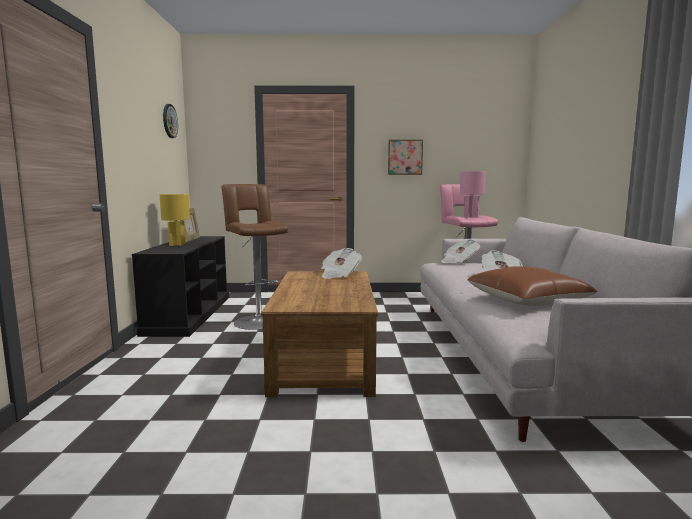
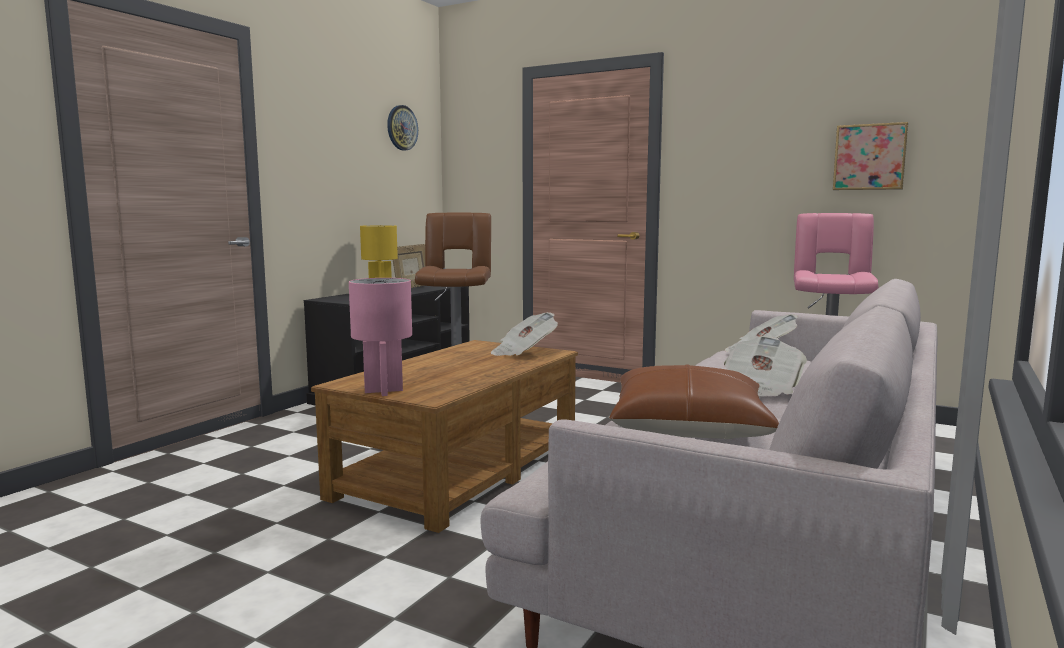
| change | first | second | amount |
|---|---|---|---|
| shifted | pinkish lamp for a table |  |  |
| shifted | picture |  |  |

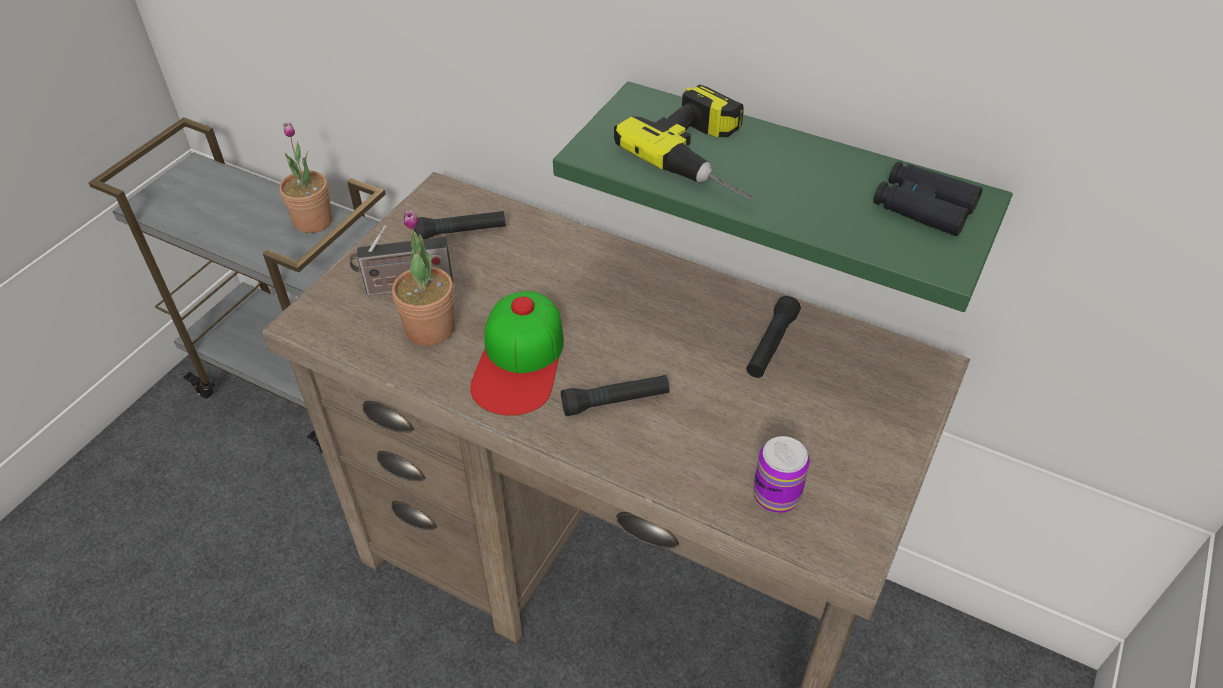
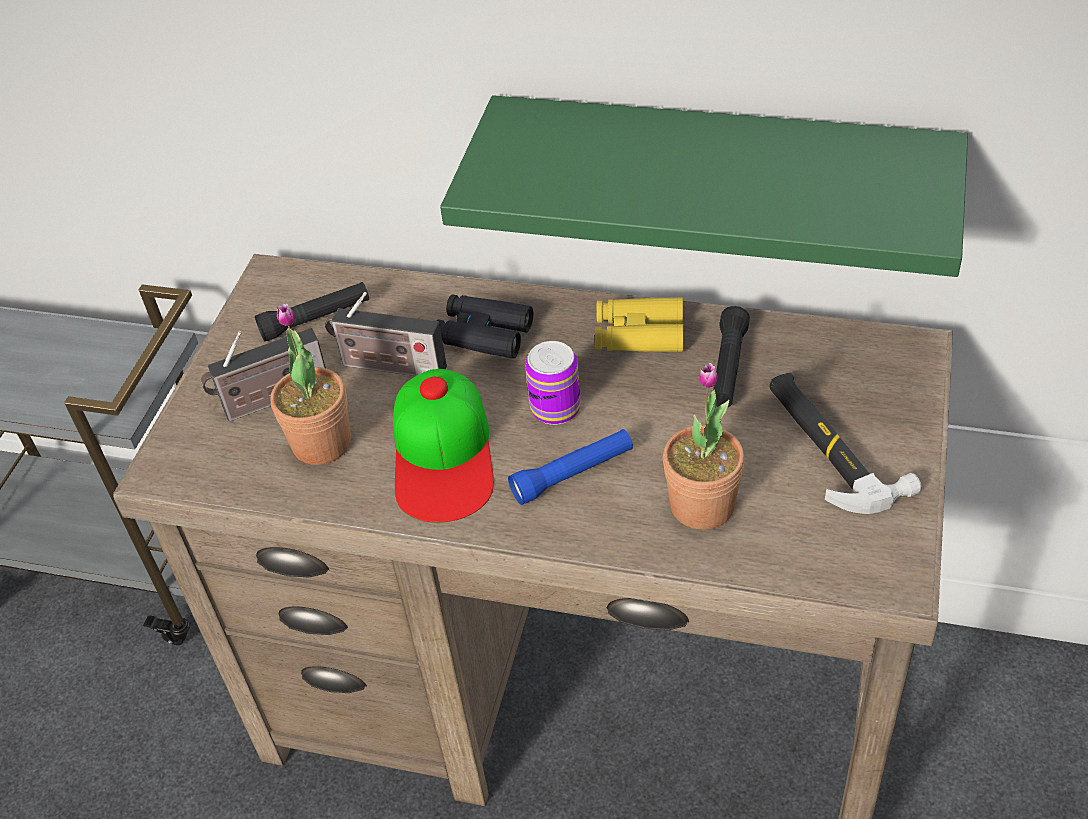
| change | first | second | amount |
|---|---|---|---|
| new |  | radio (no. 2 from left) |  |
| shifted | blackish pair of binoculars |  |  |
| repainted | blackish flashlight (no. 2 from left) | blue-coloured flashlight |  |
| shifted | sealed can |  |  |
| new |  | yellowish pair of binoculars |  |
| shifted | potted plant (no. 1 from left in the first image) | potted plant (no. 2 from left) |  |
| new |  | hand hammer |  |
| gone | drill |  |  |

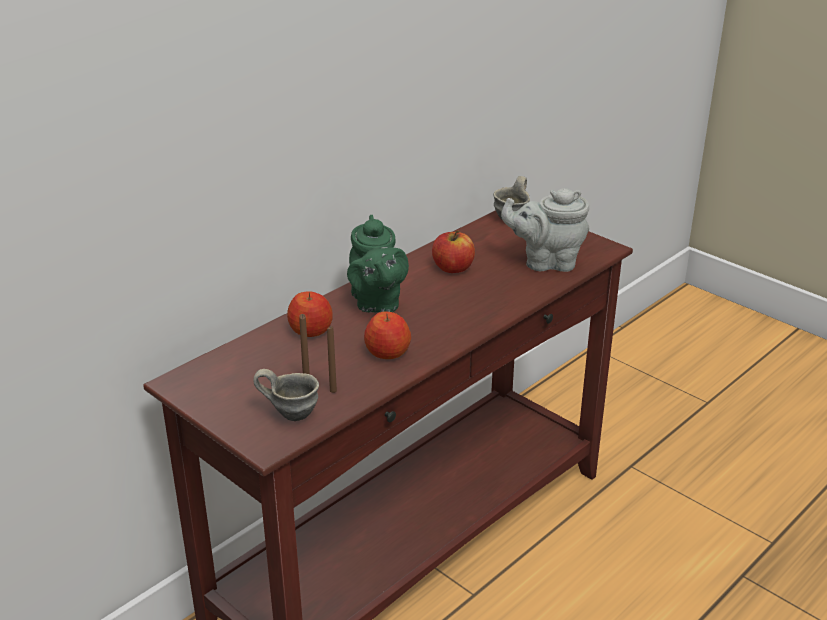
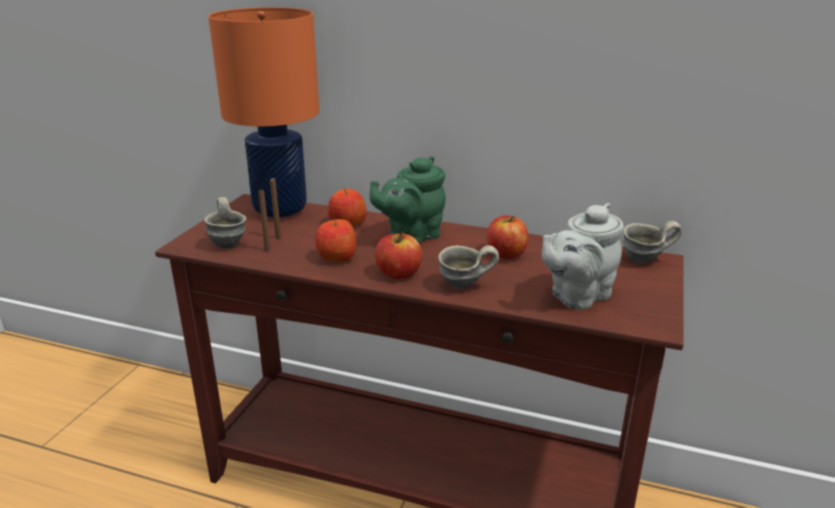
| change | first | second | amount |
|---|---|---|---|
| new |  | orange lamp for a table |  |
| new |  | apple fruit (no. 3 from left) |  |
| new |  | greyish coffee mug (no. 2 from left) |  |
| rotated | greyish pot for tea |  | 105 degrees counterclockwise |

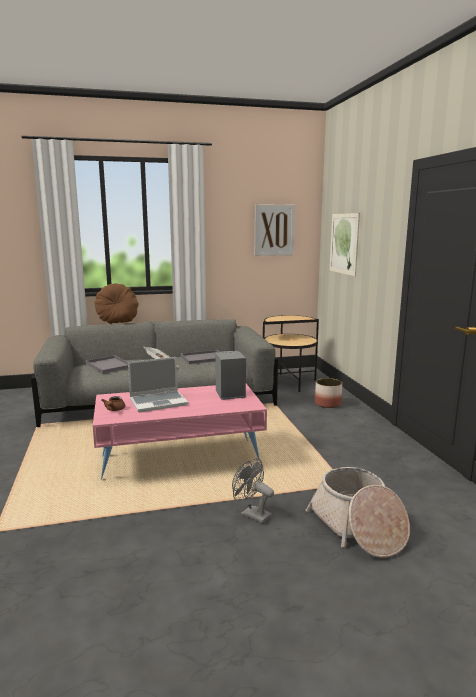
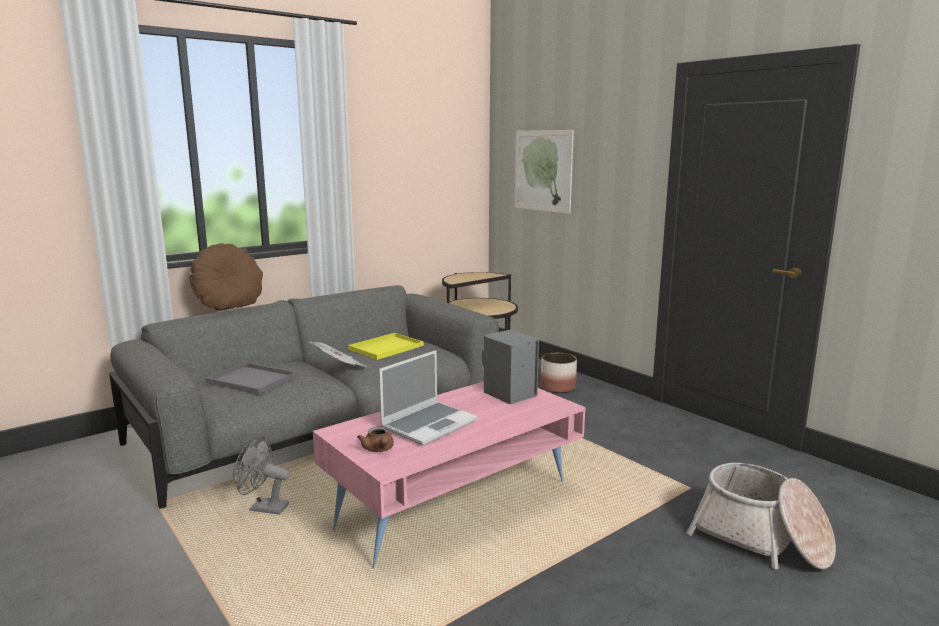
| change | first | second | amount |
|---|---|---|---|
| shifted | greyish cooling fan |  |  |
| repainted | greyish carrying tray (no. 2 from left) | yellowish carrying tray |  |
| gone | picture (no. 1 from left) |  |  |

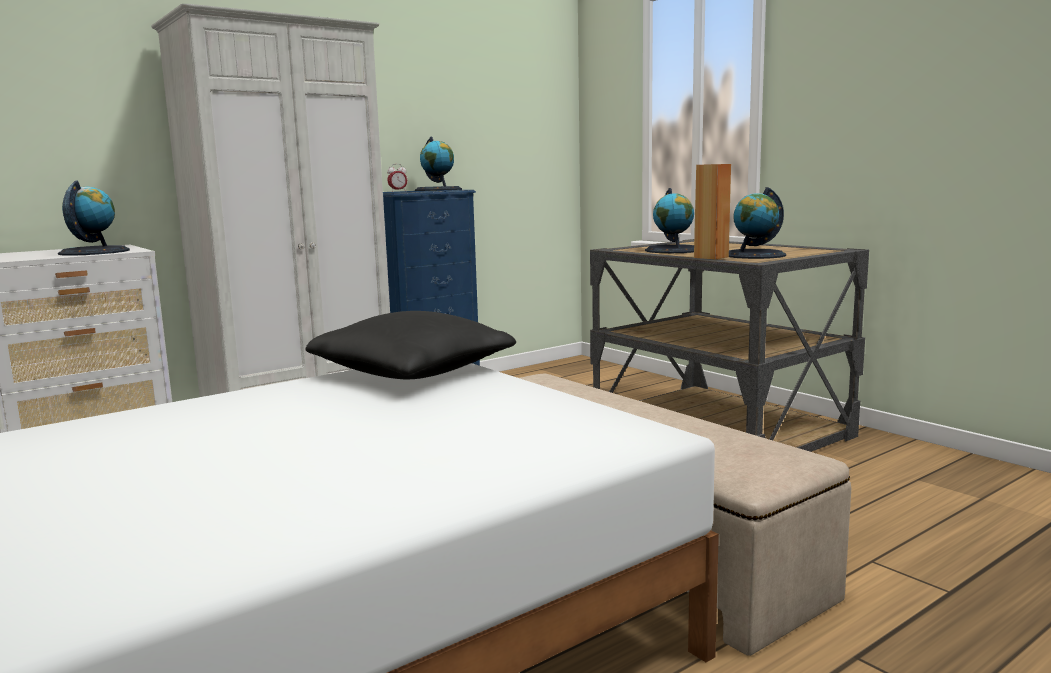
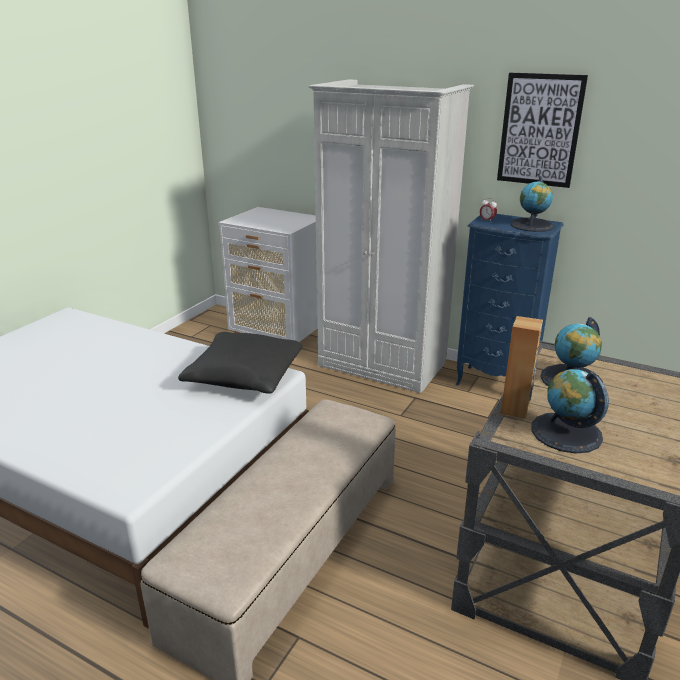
| change | first | second | amount |
|---|---|---|---|
| new |  | picture |  |
| gone | globe (no. 1 from left) |  |  |

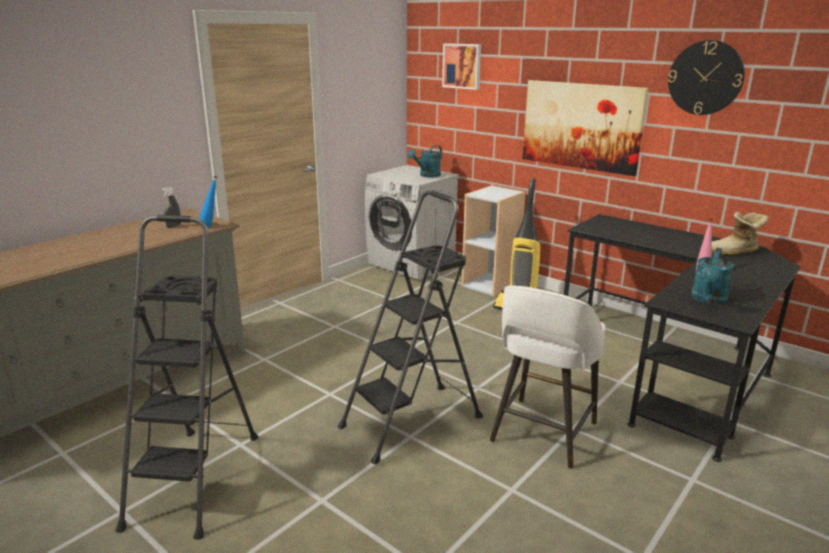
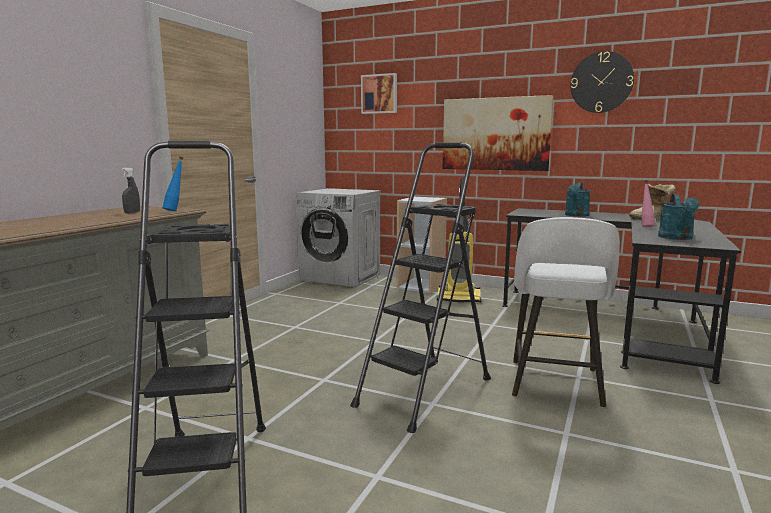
| change | first | second | amount |
|---|---|---|---|
| shifted | turquoise watering pot (no. 1 from left) |  |  |

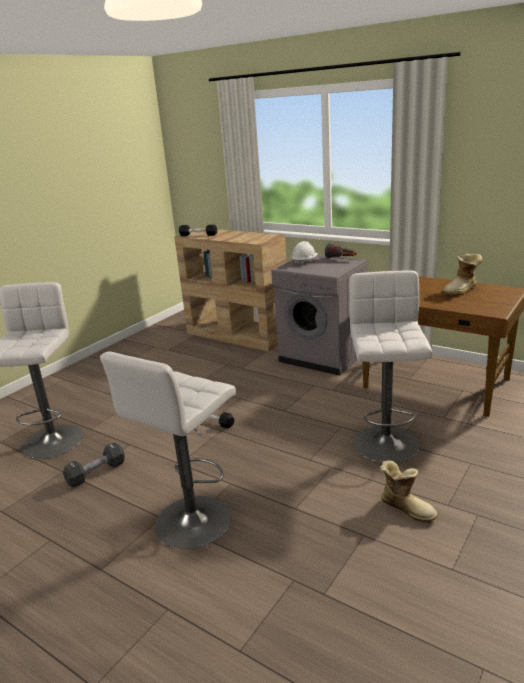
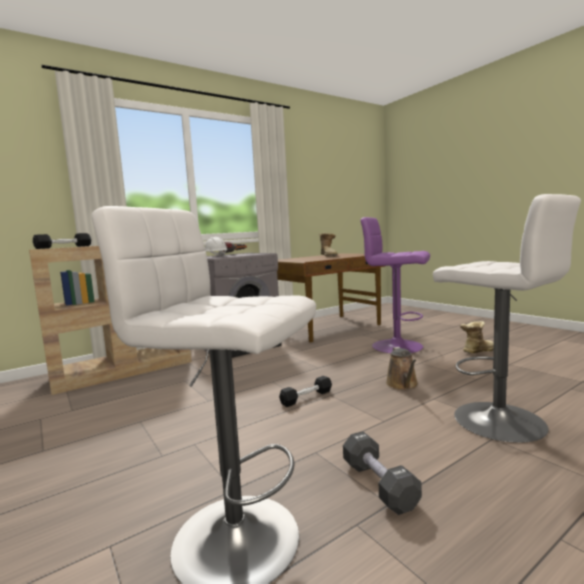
| change | first | second | amount |
|---|---|---|---|
| repainted | white sitting stool (no. 3 from left) | purple sitting stool |  |
| new |  | brownish watering pot |  |

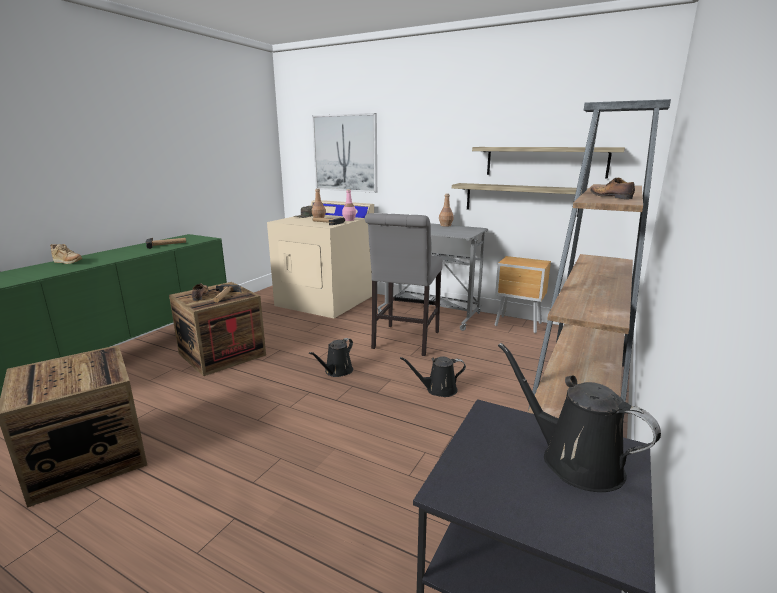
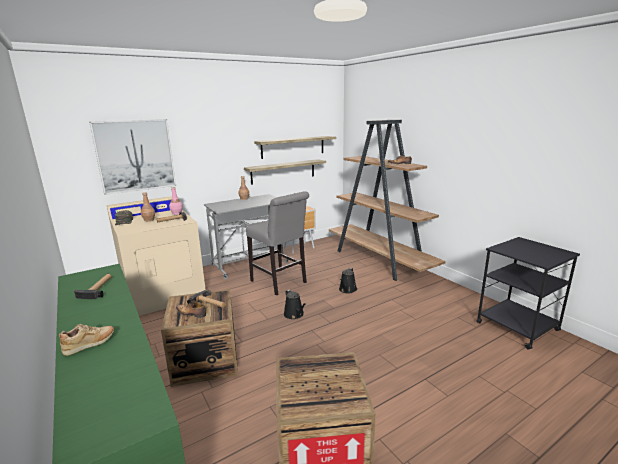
| change | first | second | amount |
|---|---|---|---|
| gone | blackish watering pot (no. 3 from left) |  |  |

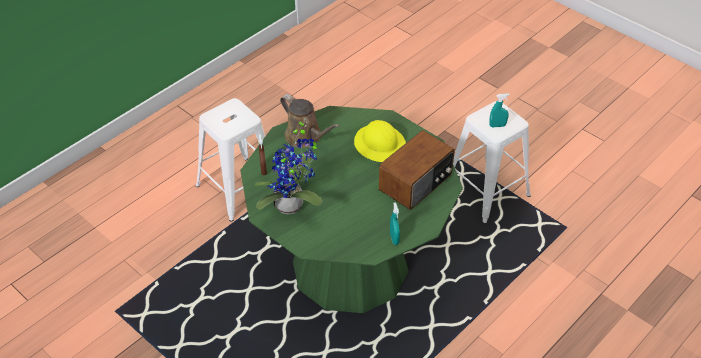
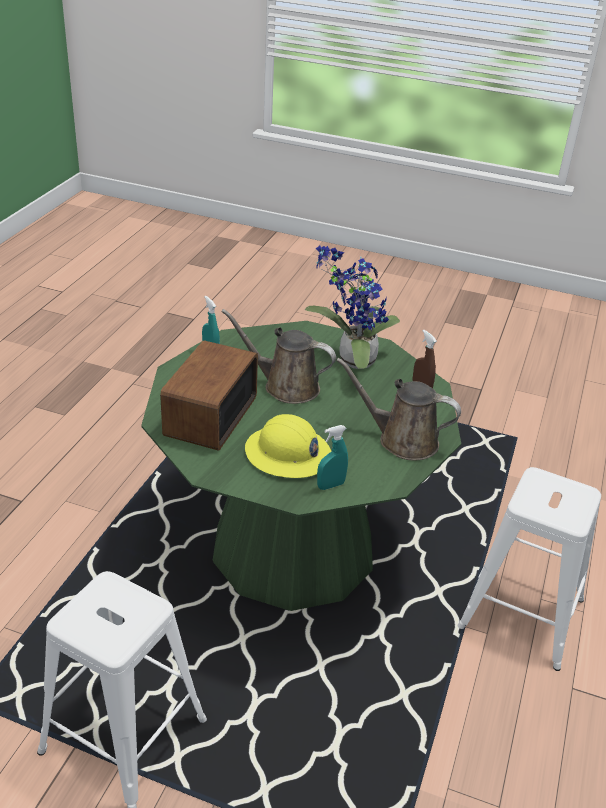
| change | first | second | amount |
|---|---|---|---|
| new |  | brownish watering pot (no. 1 from left) |  |
| shifted | turquoise hand sprayer (no. 2 from left) |  |  |

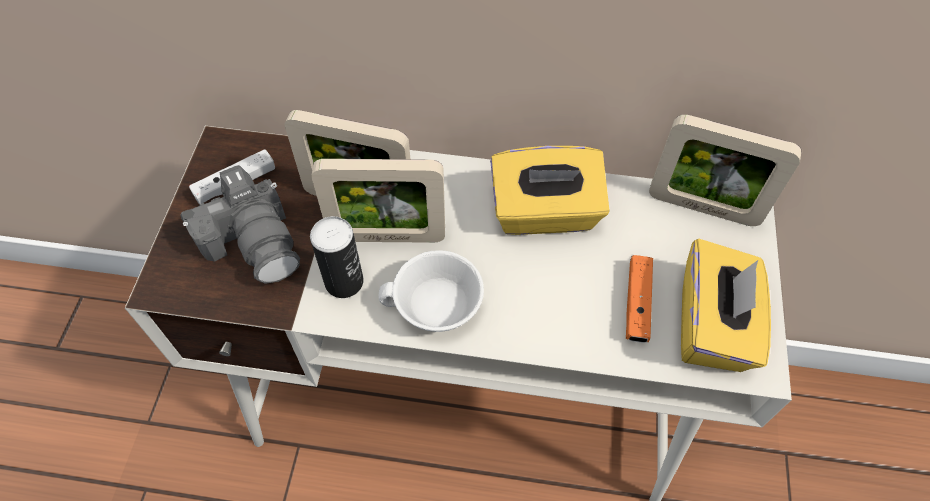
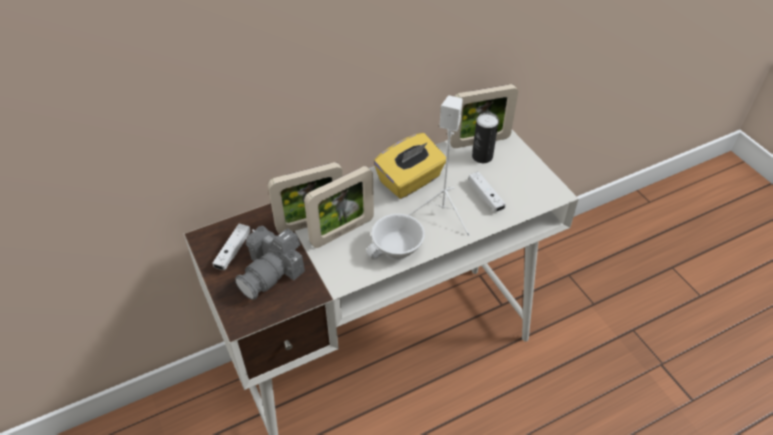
| change | first | second | amount |
|---|---|---|---|
| rotated | photo camera |  | 105 degrees clockwise |
| new |  | white audio speaker |  |
| repainted | orange gamepad | white gamepad (no. 2 from left) |  |
| shifted | sealed can |  |  |
| gone | yellowish tissue holder (no. 2 from left) |  |  |

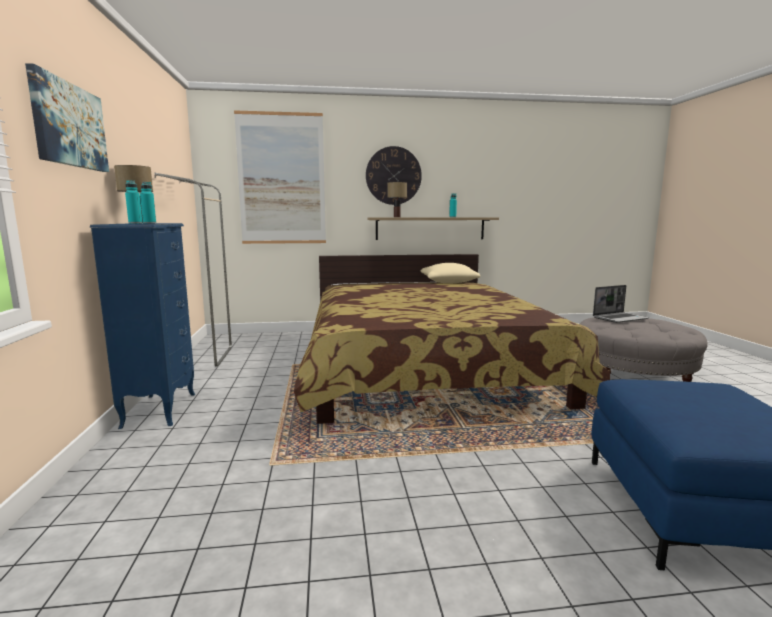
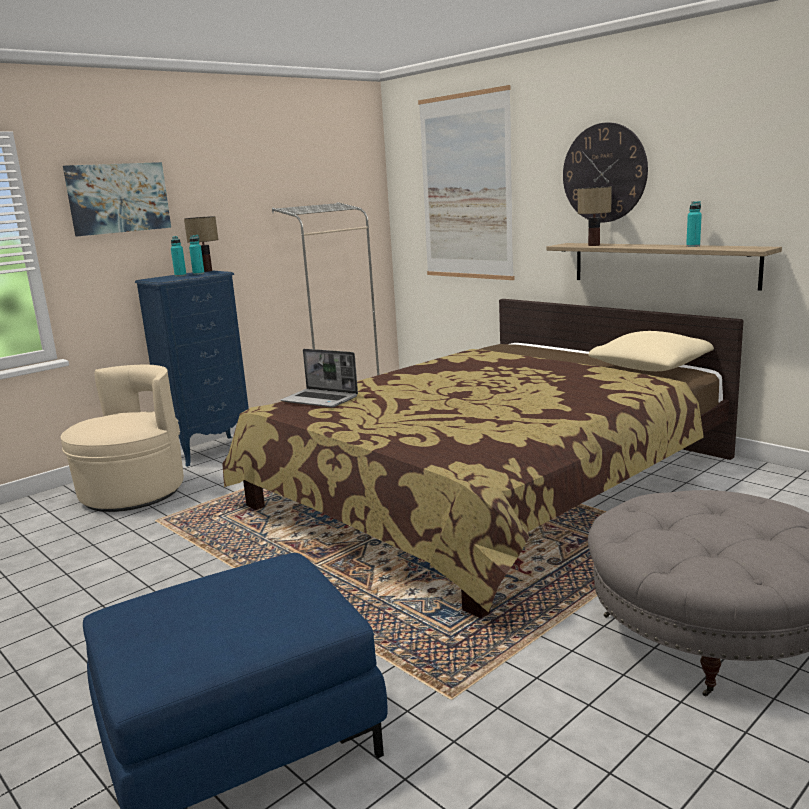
| change | first | second | amount |
|---|---|---|---|
| new |  | sand-coloured armchair |  |
| shifted | notebook computer |  |  |

